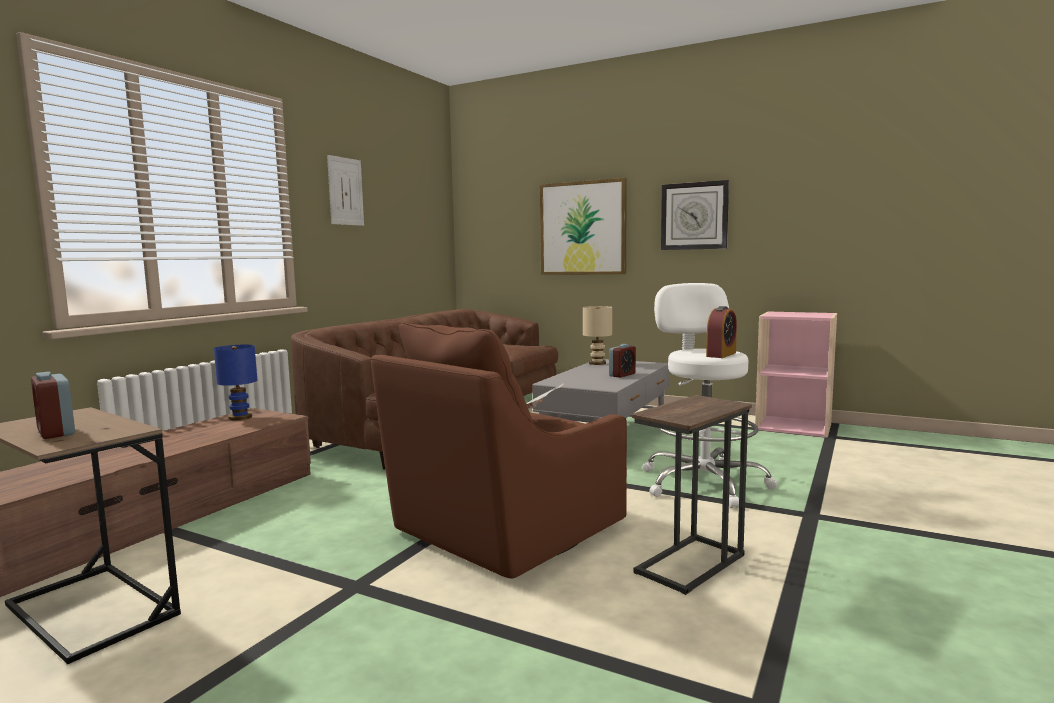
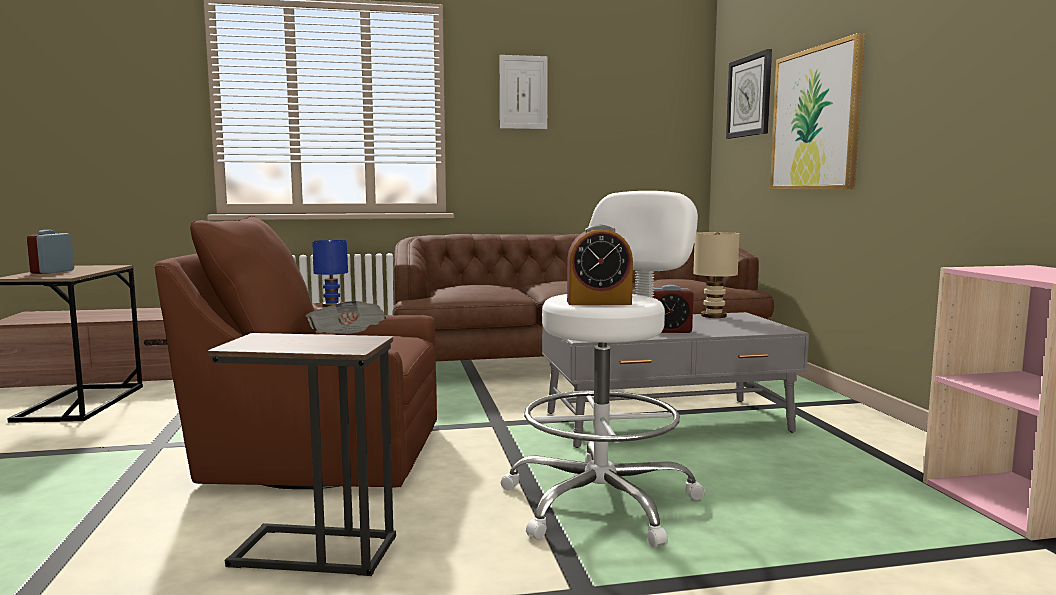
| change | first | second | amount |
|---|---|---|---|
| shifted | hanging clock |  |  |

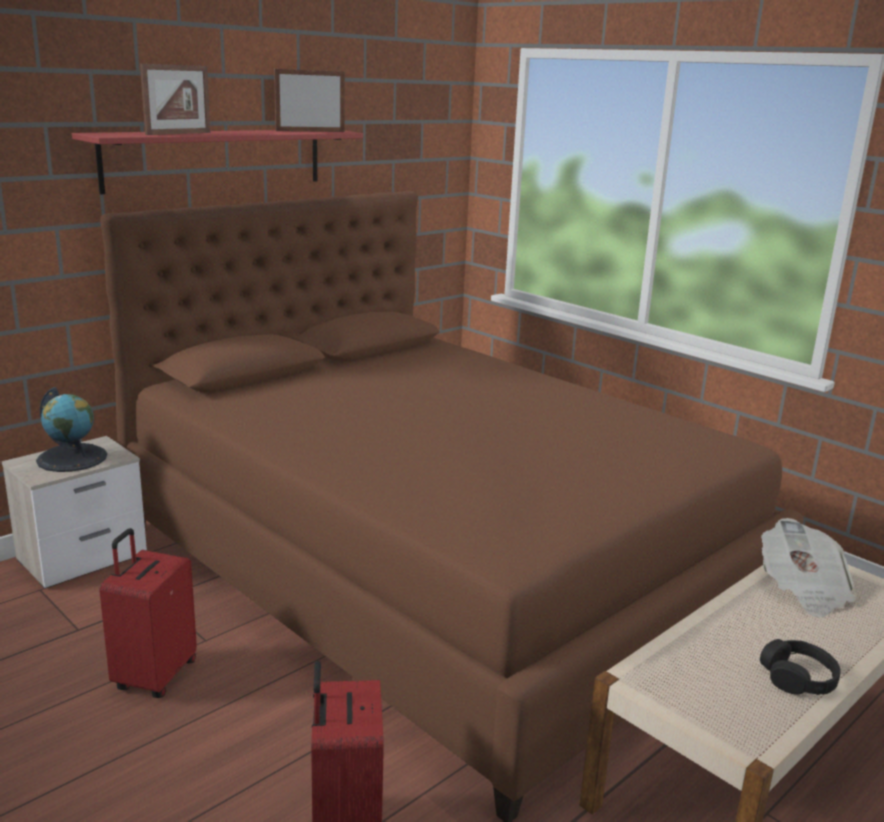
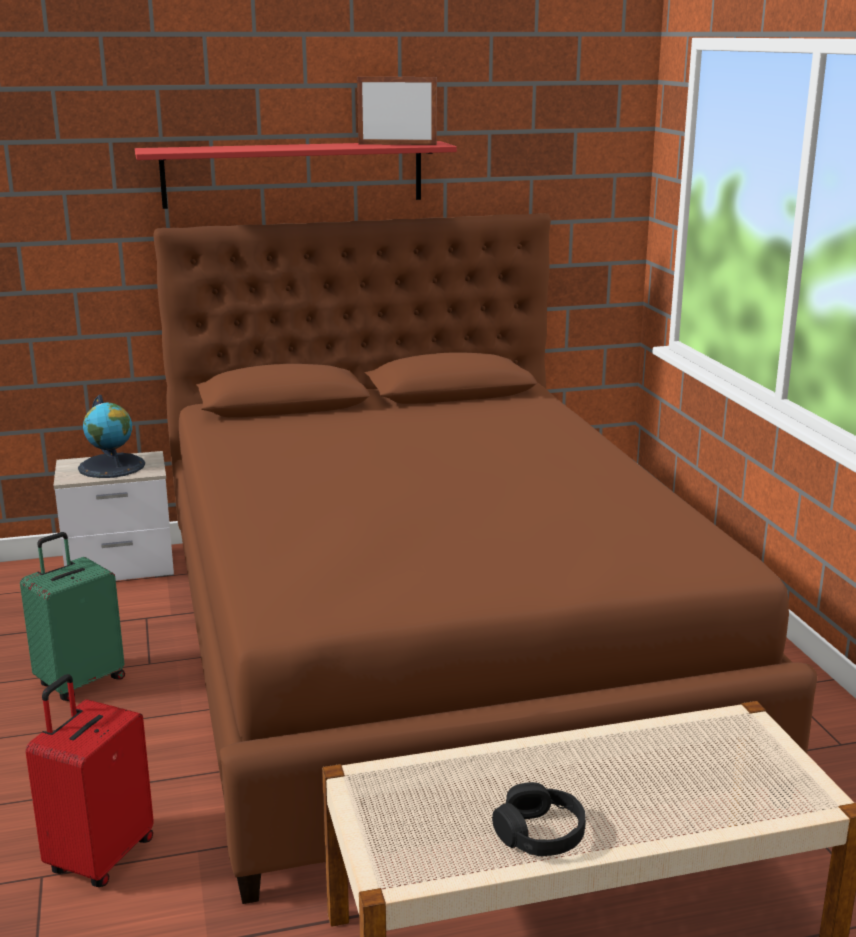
| change | first | second | amount |
|---|---|---|---|
| repainted | reddish travel case (no. 1 from left) | green travel case |  |
| gone | standing frame (no. 1 from left) |  |  |
| gone | newspaper |  |  |

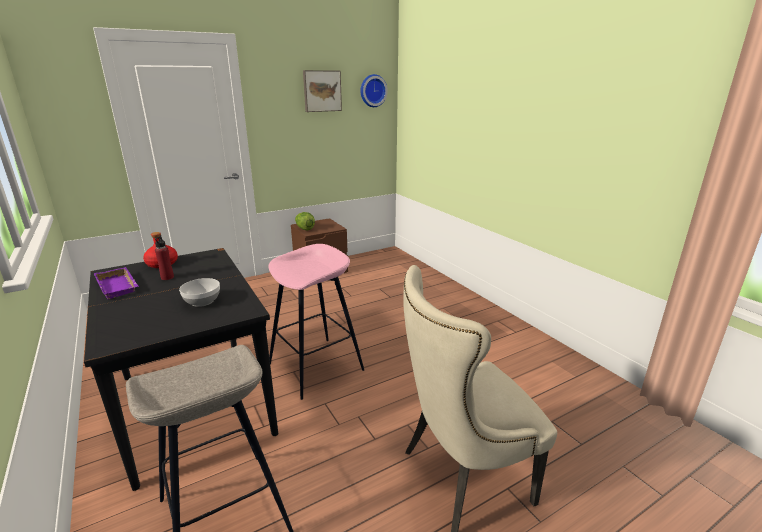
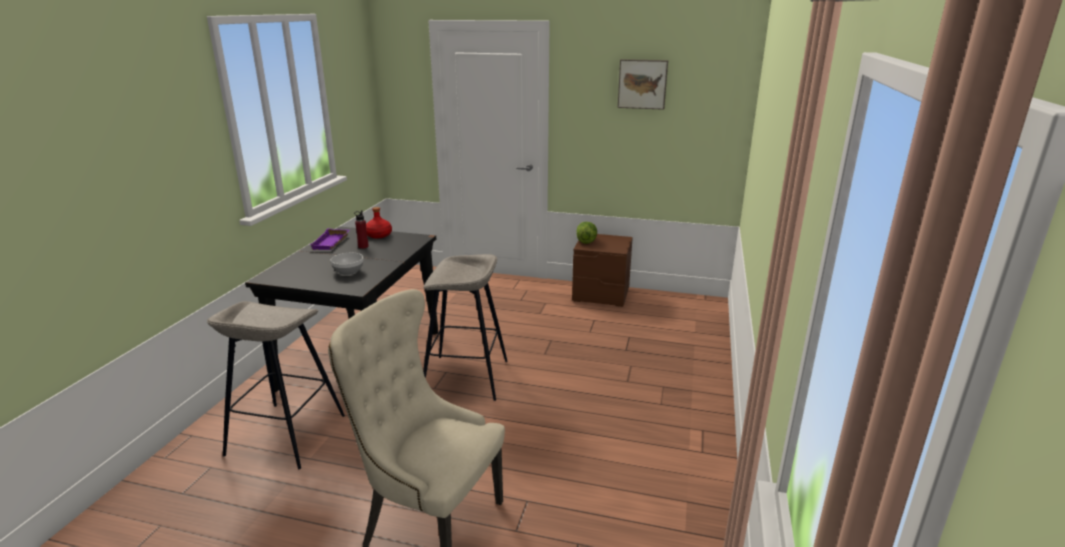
| change | first | second | amount |
|---|---|---|---|
| repainted | pinkish sitting stool | greyish sitting stool (no. 2 from left) |  |
| gone | hanging clock |  |  |

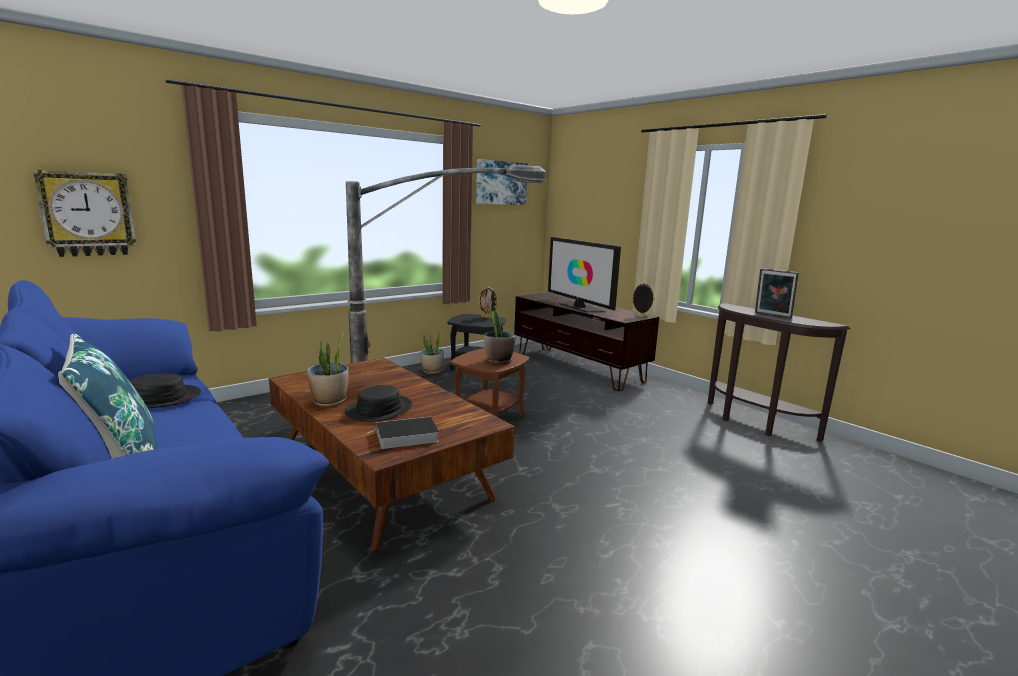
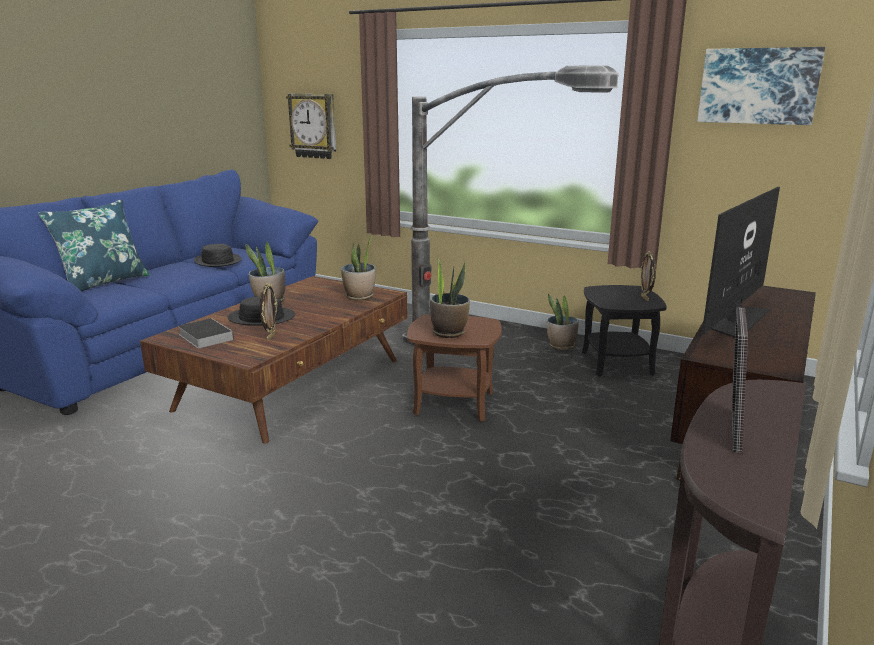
| change | first | second | amount |
|---|---|---|---|
| shifted | standing frame (no. 2 from left in the first image) | standing frame (no. 1 from left) |  |
| new |  | potted plant (no. 2 from left) |  |

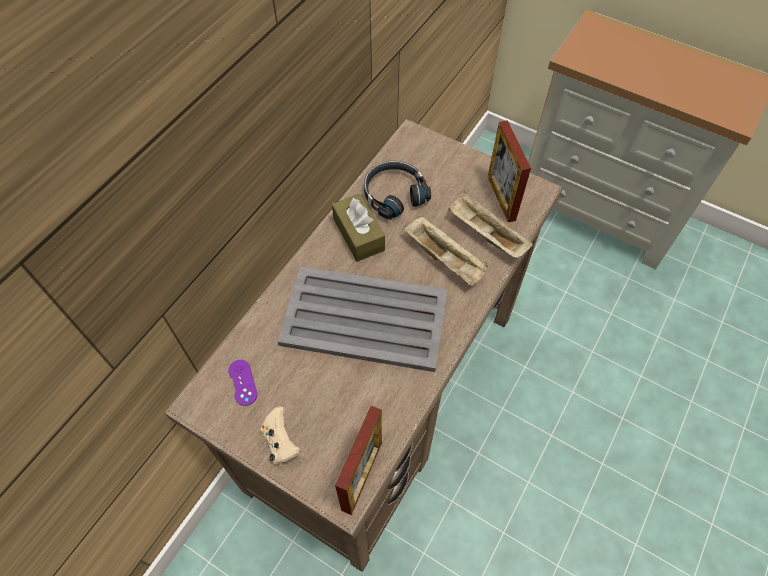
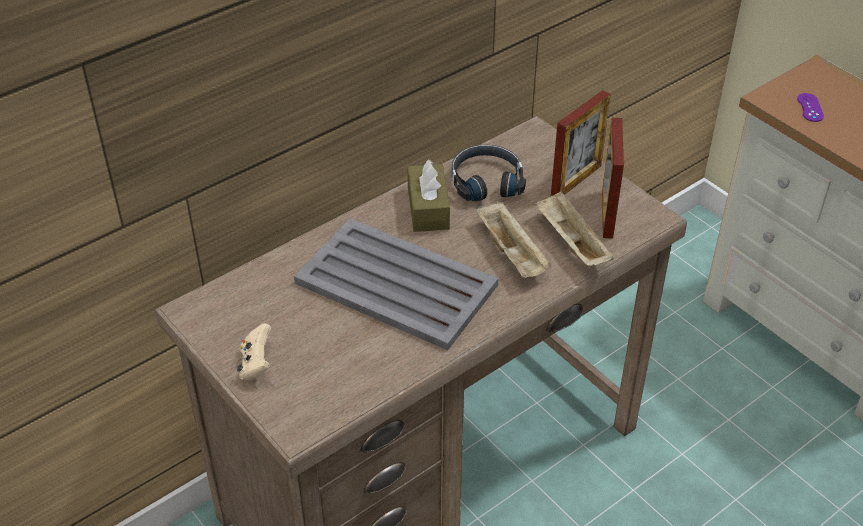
| change | first | second | amount |
|---|---|---|---|
| shifted | standing frame (no. 1 from left) |  |  |
| shifted | purple gamepad |  |  |

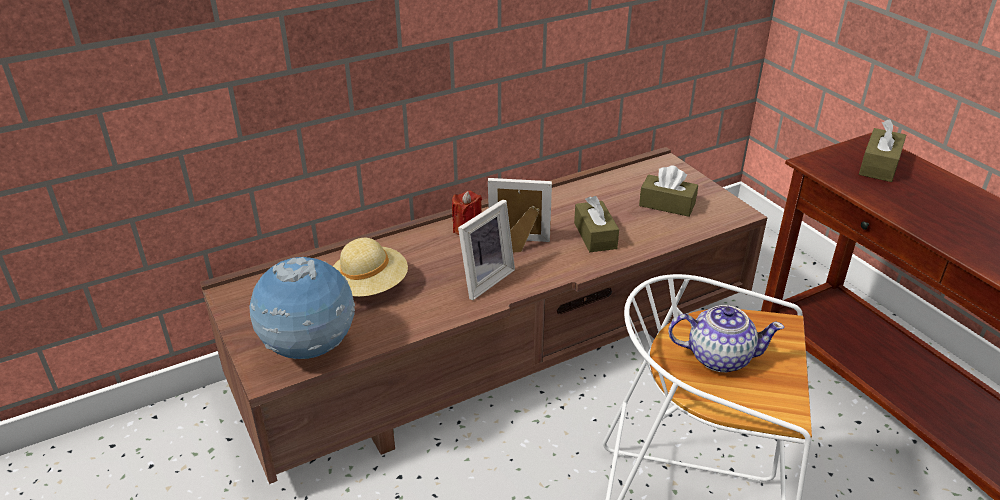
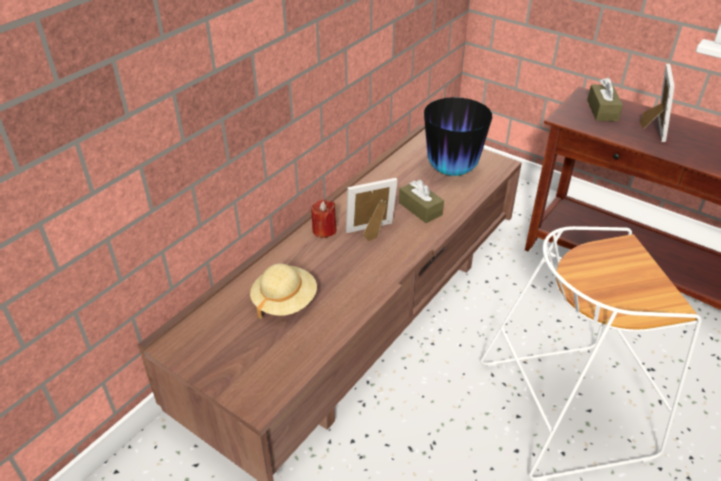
| change | first | second | amount |
|---|---|---|---|
| swapped | brownish tissue holder (no. 2 from left) | decorative vase |  |
| shifted | standing frame (no. 1 from left in the first image) | standing frame (no. 2 from left) |  |
| gone | globe |  |  |
| gone | pot for tea |  |  |

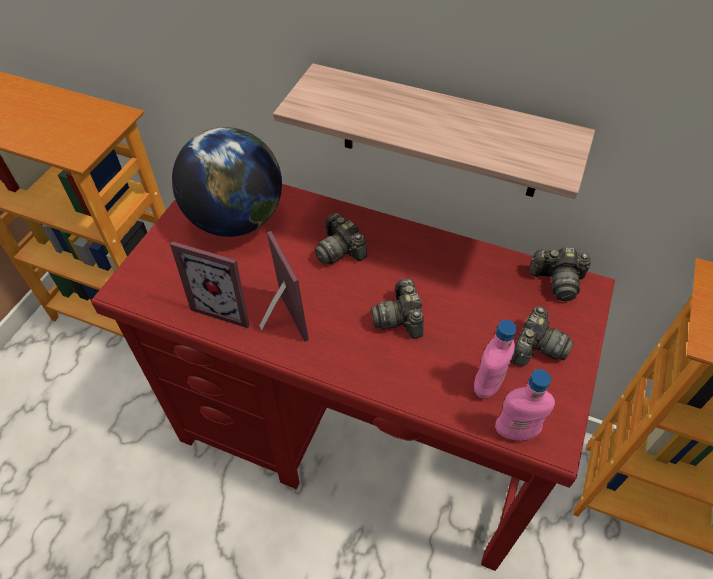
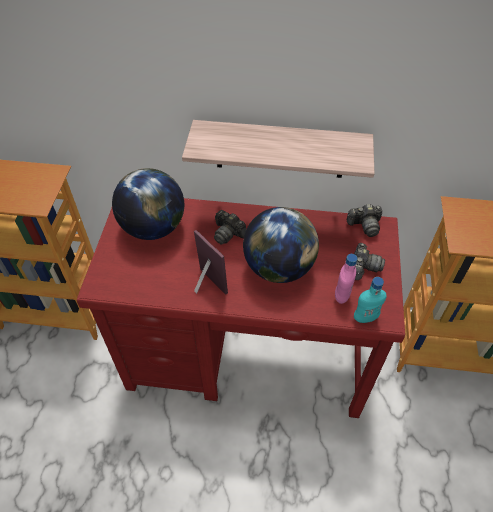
| change | first | second | amount |
|---|---|---|---|
| swapped | photo camera (no. 2 from left) | globe (no. 2 from left) |  |
| repainted | pinkish bottle (no. 2 from left) | turquoise bottle |  |
| gone | standing frame (no. 1 from left) |  |  |

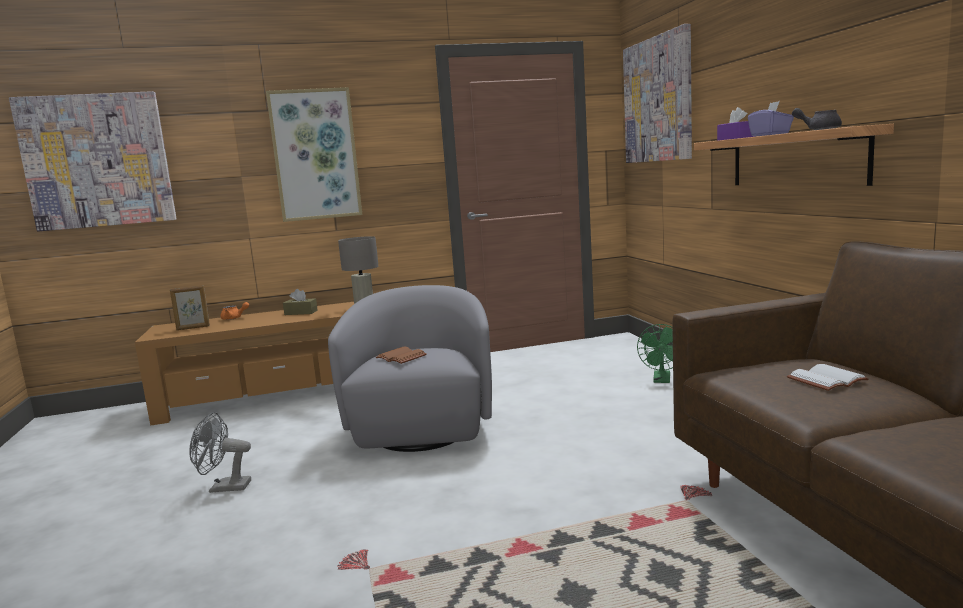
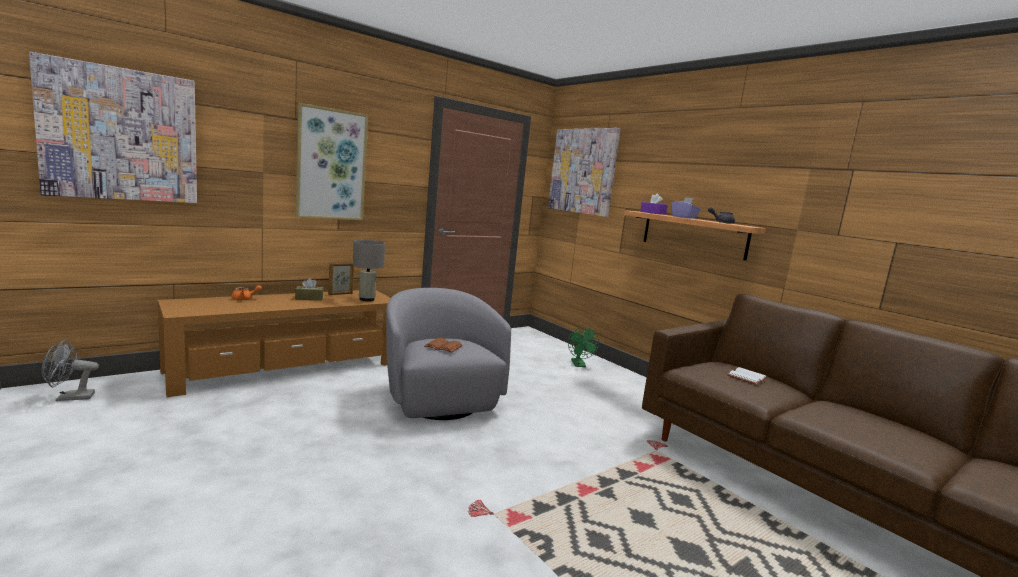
| change | first | second | amount |
|---|---|---|---|
| shifted | greyish cooling fan |  |  |
| shifted | standing frame |  |  |

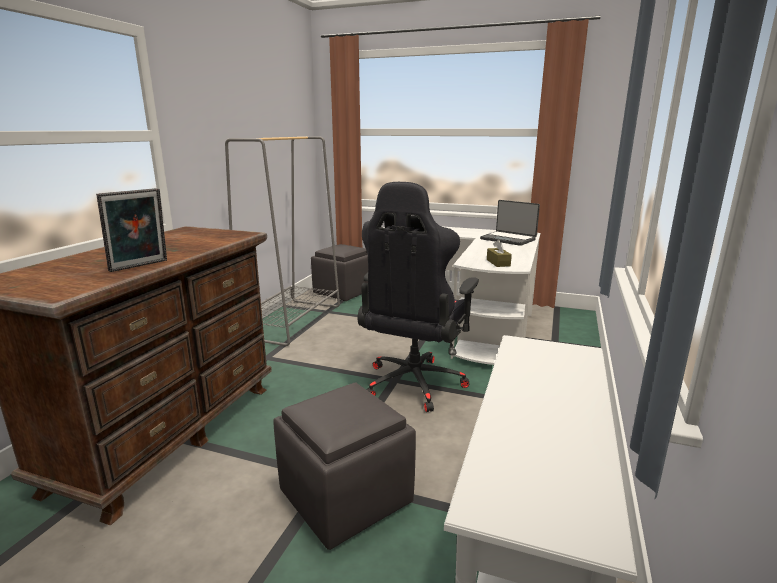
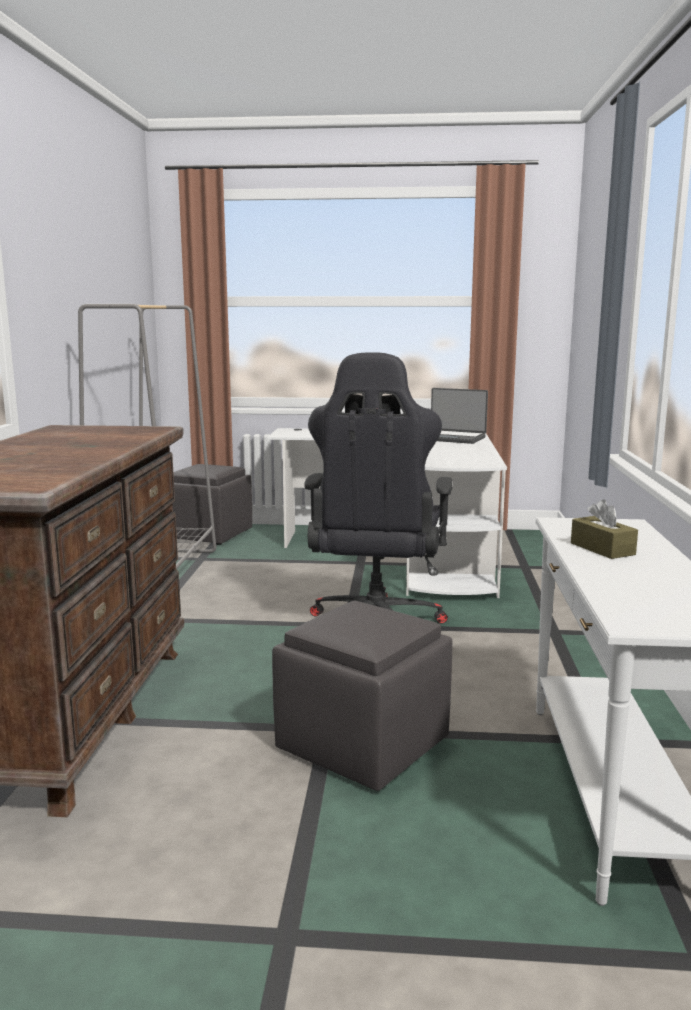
| change | first | second | amount |
|---|---|---|---|
| shifted | brownish tissue holder |  |  |
| gone | standing frame |  |  |

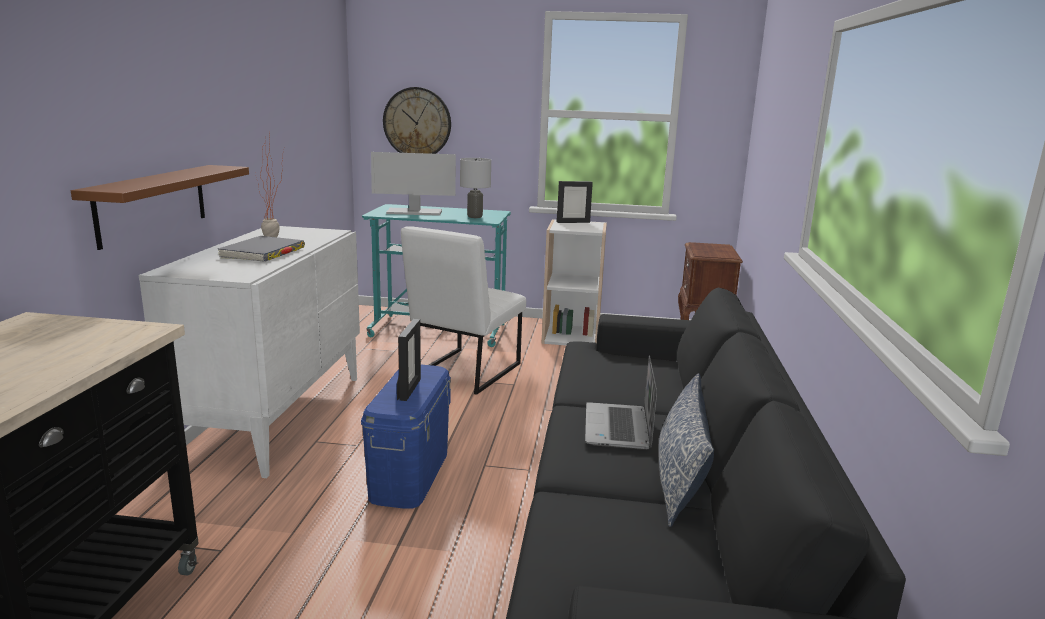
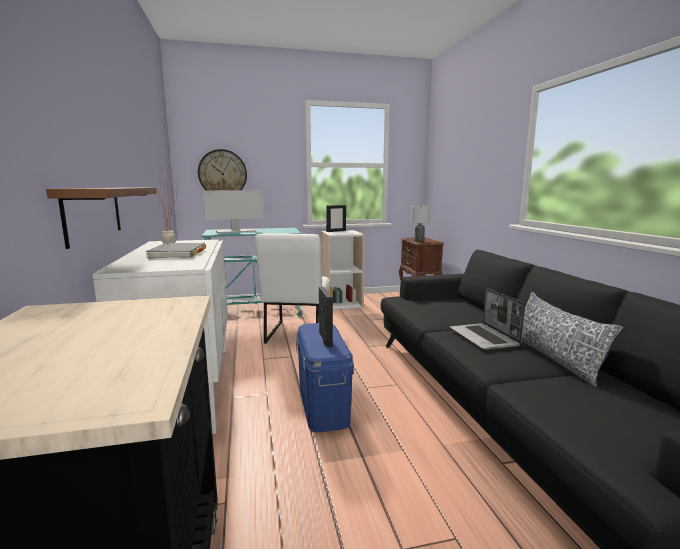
| change | first | second | amount |
|---|---|---|---|
| shifted | white lamp for a table |  |  |

